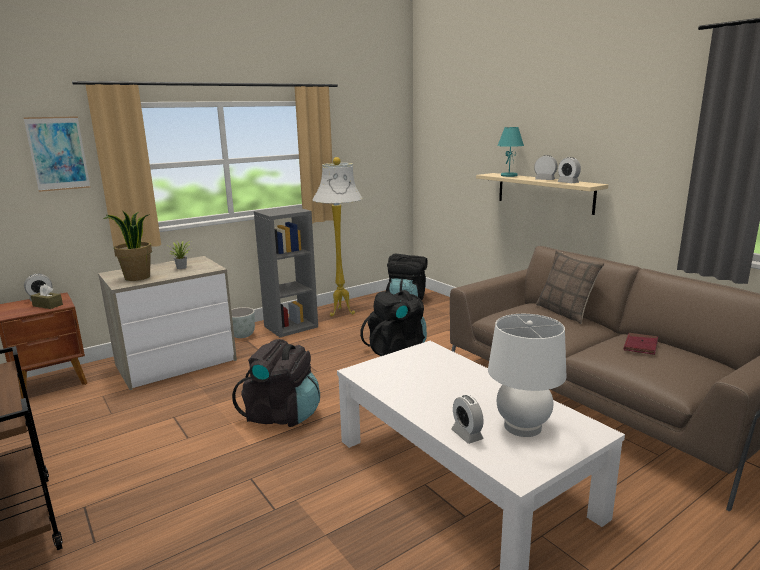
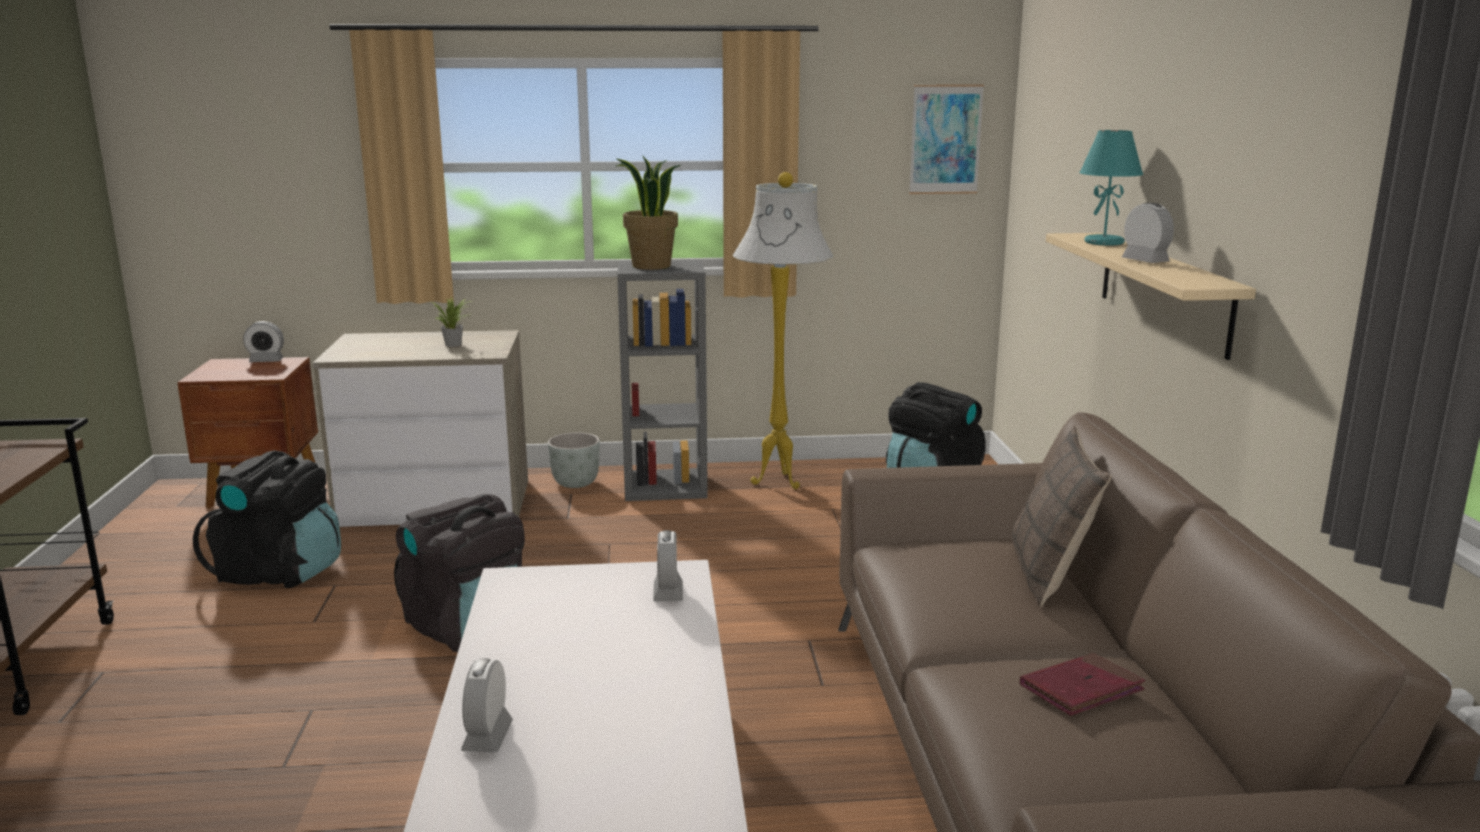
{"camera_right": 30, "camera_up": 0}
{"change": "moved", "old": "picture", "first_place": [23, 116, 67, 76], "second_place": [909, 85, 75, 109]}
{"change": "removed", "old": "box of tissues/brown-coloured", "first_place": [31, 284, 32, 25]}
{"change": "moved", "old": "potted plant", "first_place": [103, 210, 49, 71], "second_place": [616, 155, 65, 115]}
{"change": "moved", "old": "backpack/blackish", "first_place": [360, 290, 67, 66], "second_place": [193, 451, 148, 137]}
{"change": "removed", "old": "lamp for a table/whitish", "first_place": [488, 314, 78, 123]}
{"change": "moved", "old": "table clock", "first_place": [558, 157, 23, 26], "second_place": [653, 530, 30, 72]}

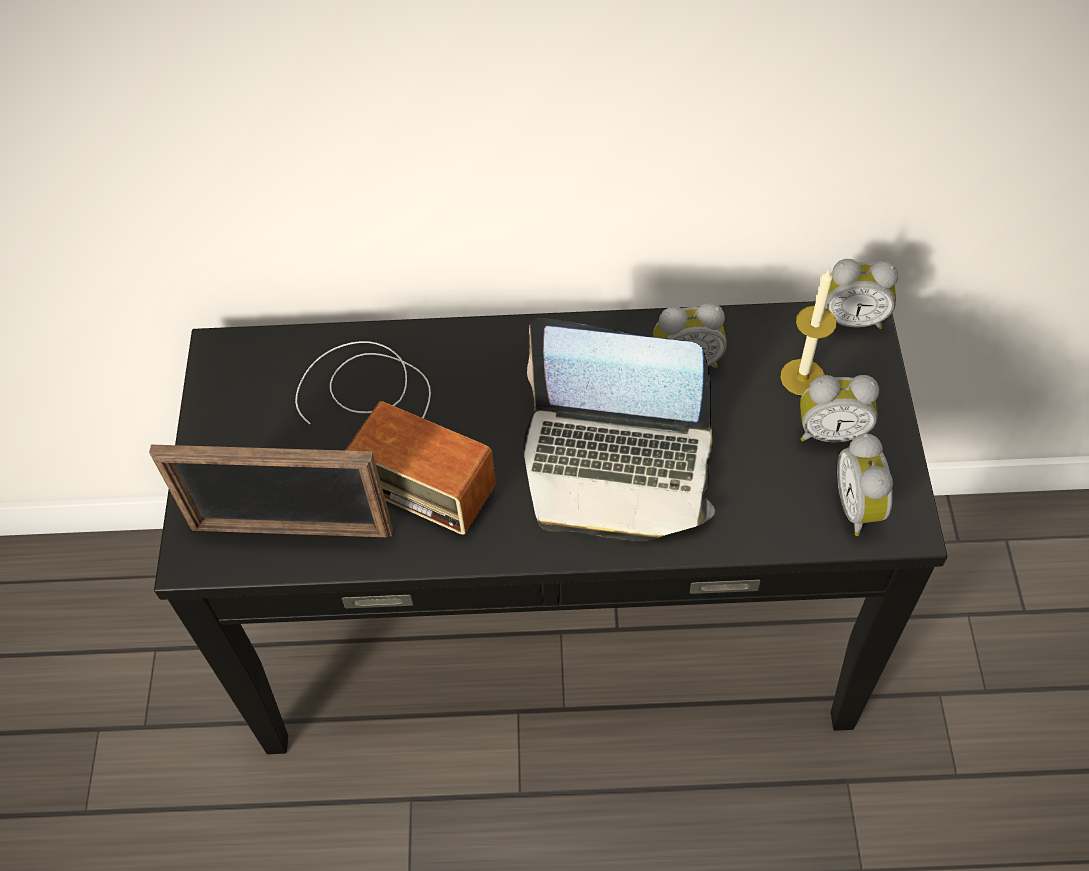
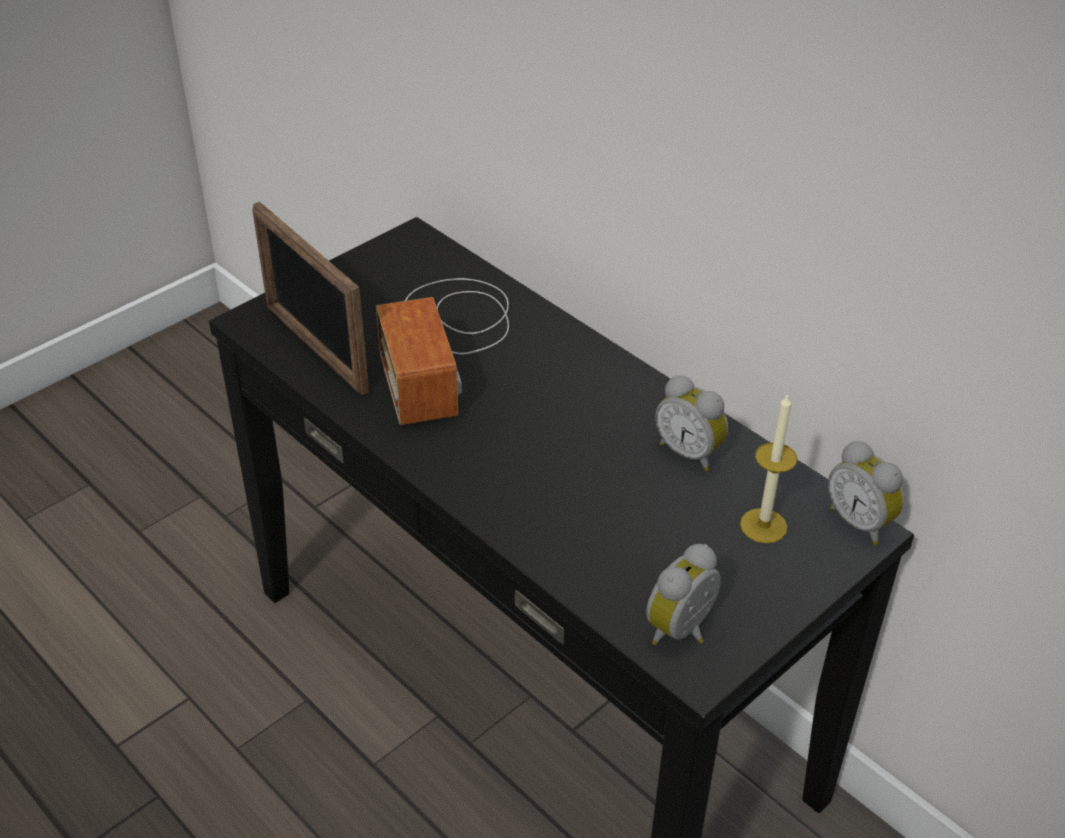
{"camera_right": 45, "camera_up": -15}
{"change": "removed", "old": "portable computer", "first_place": [523, 318, 192, 223]}
{"change": "removed", "old": "table clock", "first_place": [800, 375, 79, 67]}

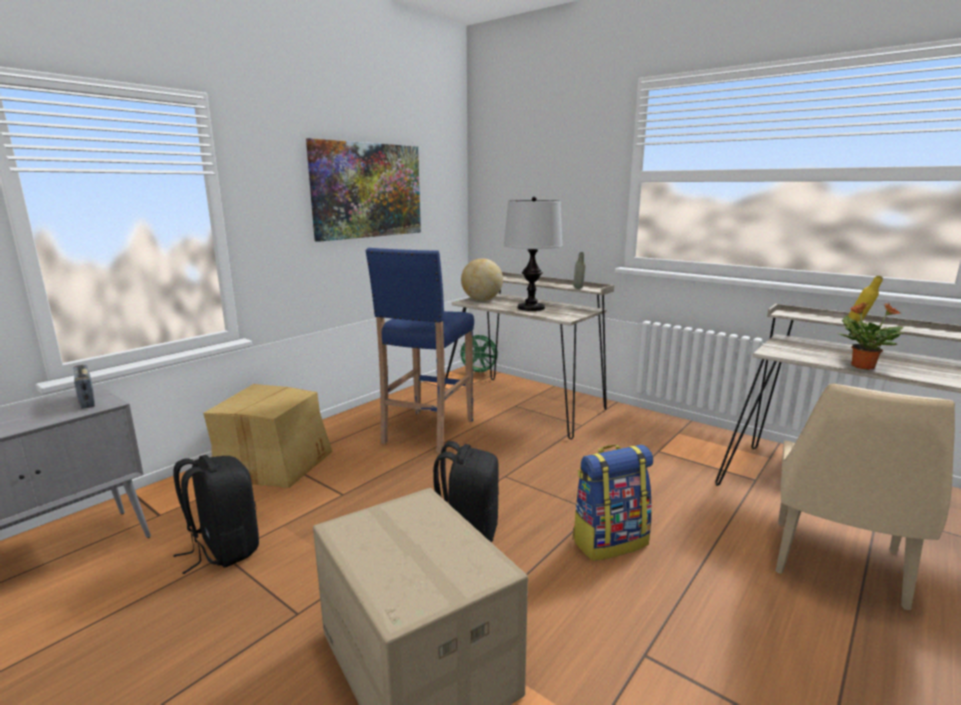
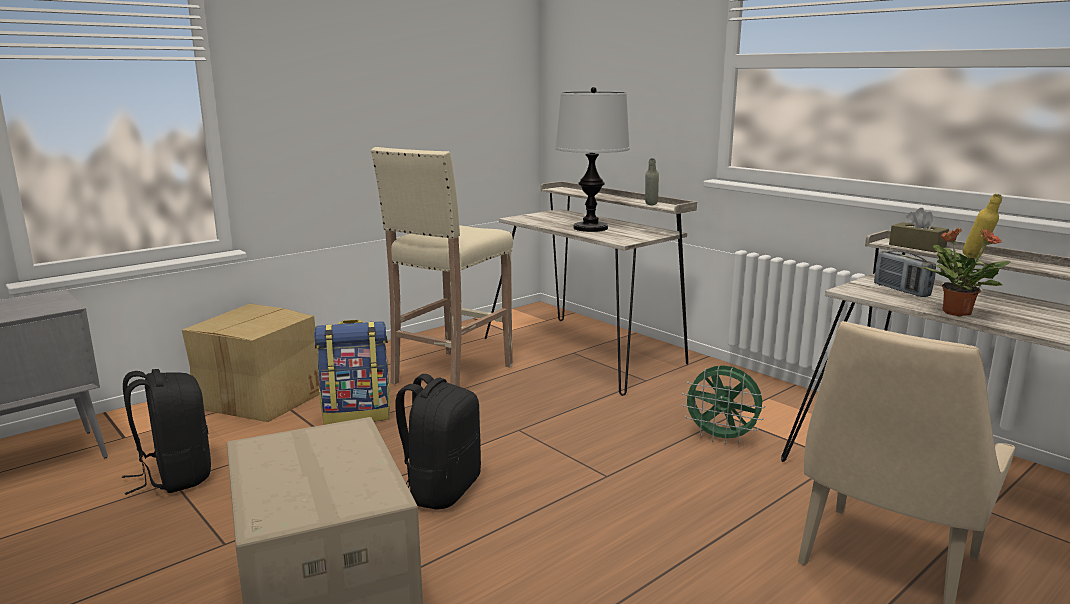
{"camera_right": 10, "camera_up": 0}
{"change": "moved", "old": "radio receiver", "first_place": [74, 365, 21, 43], "second_place": [874, 251, 62, 46]}
{"change": "removed", "old": "picture", "first_place": [306, 138, 115, 104]}
{"change": "recoloured", "old": "stool seat/bluish", "new": "stool seat/sand-coloured", "first_place": [366, 248, 108, 206], "second_place": [371, 147, 142, 239]}
{"change": "moved", "old": "cooling fan/greenish", "first_place": [458, 335, 40, 40], "second_place": [681, 365, 84, 79]}
{"change": "removed", "old": "desk globe", "first_place": [461, 258, 42, 43]}
{"change": "moved", "old": "backpack", "first_place": [572, 444, 81, 117], "second_place": [314, 320, 77, 105]}
{"change": "added", "new": "box of tissues/brown-coloured", "second_place": [889, 208, 60, 45]}

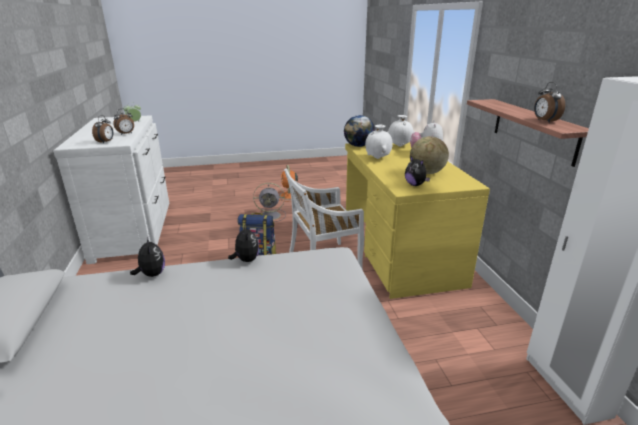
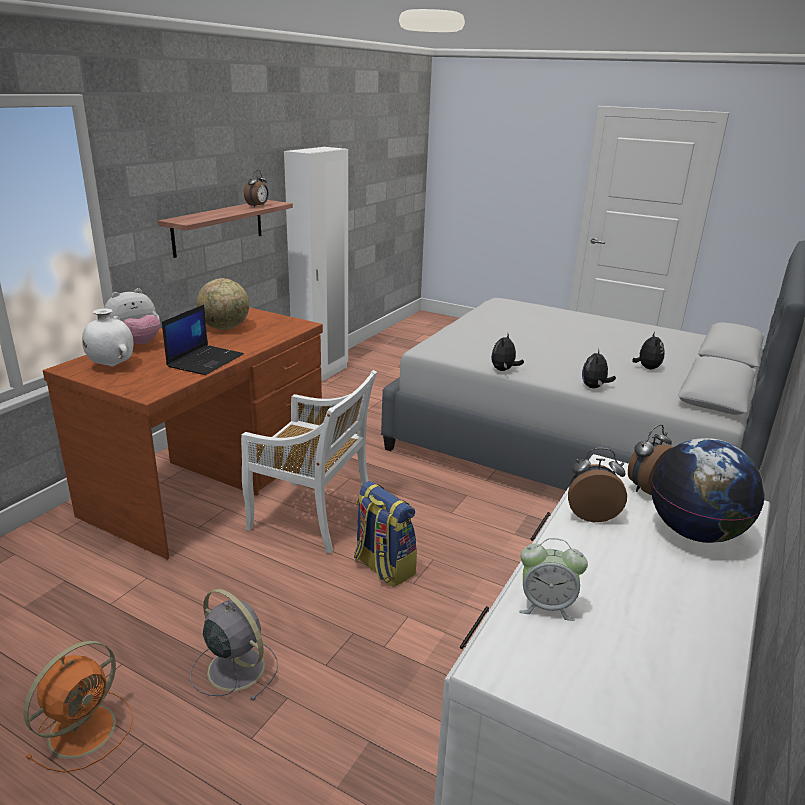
{"camera_right": -140, "camera_up": 0}
{"change": "moved", "old": "desk globe", "first_place": [344, 115, 31, 32], "second_place": [651, 438, 114, 105]}
{"change": "recoloured", "old": "desk/yellow-coloured", "new": "desk/brown-coloured", "first_place": [345, 142, 145, 157], "second_place": [43, 307, 280, 253]}
{"change": "replaced", "old": "decorative vase/whitish", "new": "portable computer", "first_place": [365, 125, 28, 34], "second_place": [162, 305, 82, 70]}
{"change": "moved", "old": "plush toy", "first_place": [405, 155, 25, 31], "second_place": [632, 332, 33, 37]}

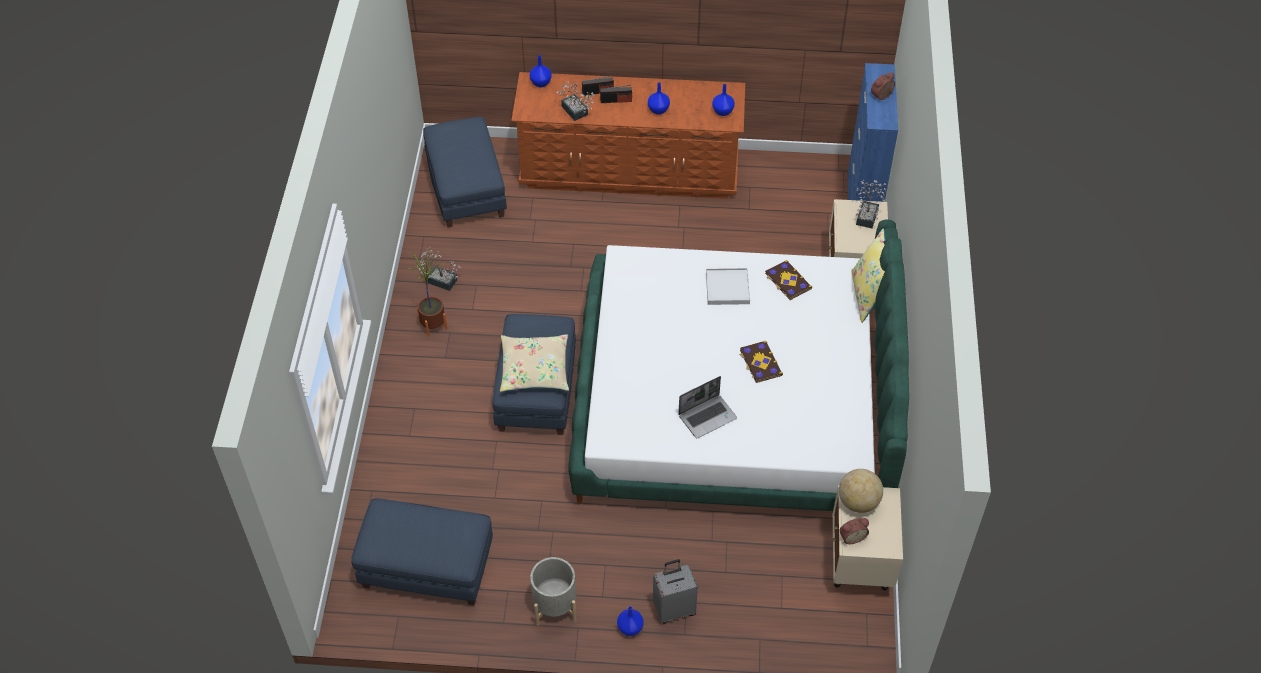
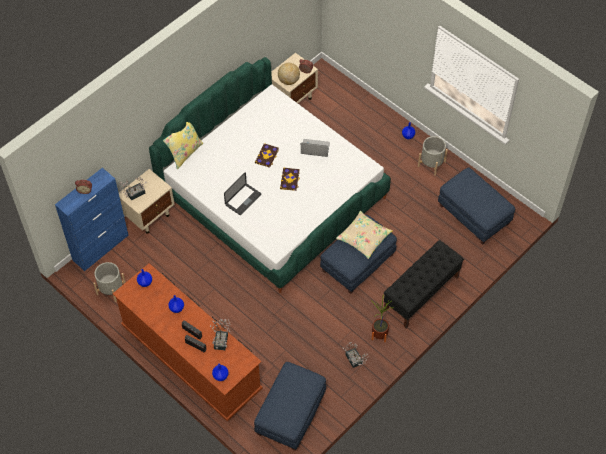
{"camera_right": -140, "camera_up": 5}
{"change": "removed", "old": "suitcase/gray", "first_place": [653, 559, 45, 64]}
{"change": "replaced", "old": "tray/whitish", "new": "portable computer", "first_place": [706, 268, 44, 37], "second_place": [224, 172, 37, 43]}
{"change": "moved", "old": "book", "first_place": [765, 260, 47, 40], "second_place": [280, 168, 20, 23]}
{"change": "added", "new": "flower pot/gray", "second_place": [93, 262, 33, 40]}
{"change": "added", "new": "long seat/blackish", "second_place": [384, 240, 80, 88]}

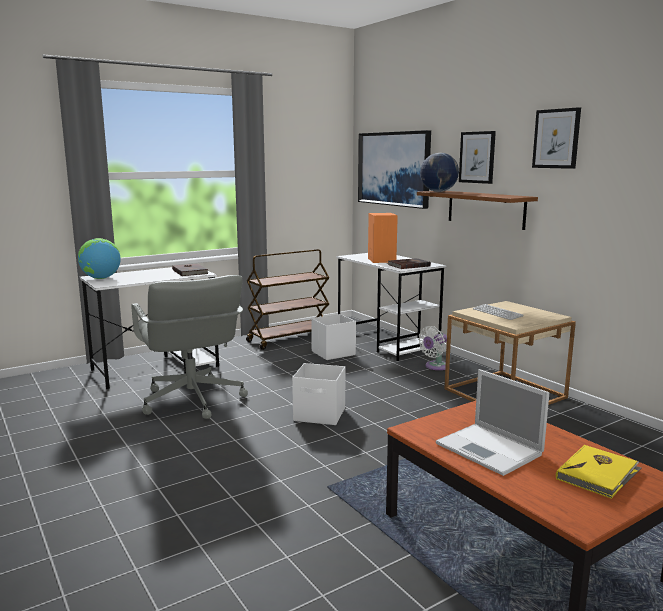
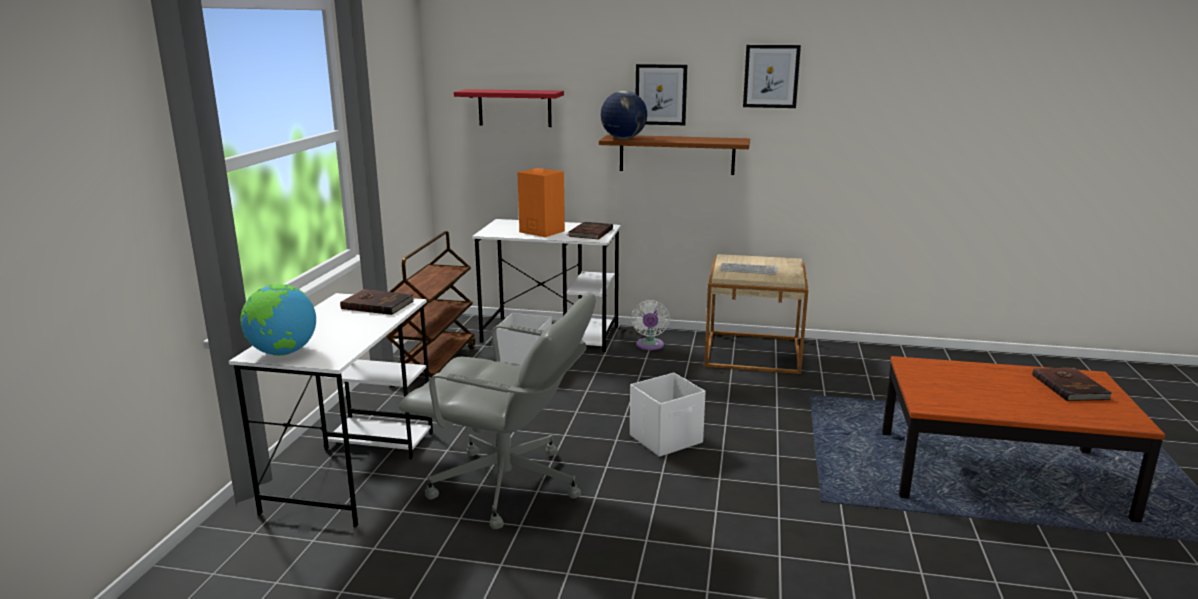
{"camera_right": -45, "camera_up": 5}
{"change": "replaced", "old": "picture", "new": "bracket shelf/red-coloured", "first_place": [358, 130, 73, 79], "second_place": [454, 89, 110, 38]}
{"change": "removed", "old": "portable computer", "first_place": [436, 369, 113, 107]}
{"change": "recoloured", "old": "book/yellow-coloured", "new": "book/brown-coloured", "first_place": [556, 445, 85, 54], "second_place": [1032, 368, 80, 33]}

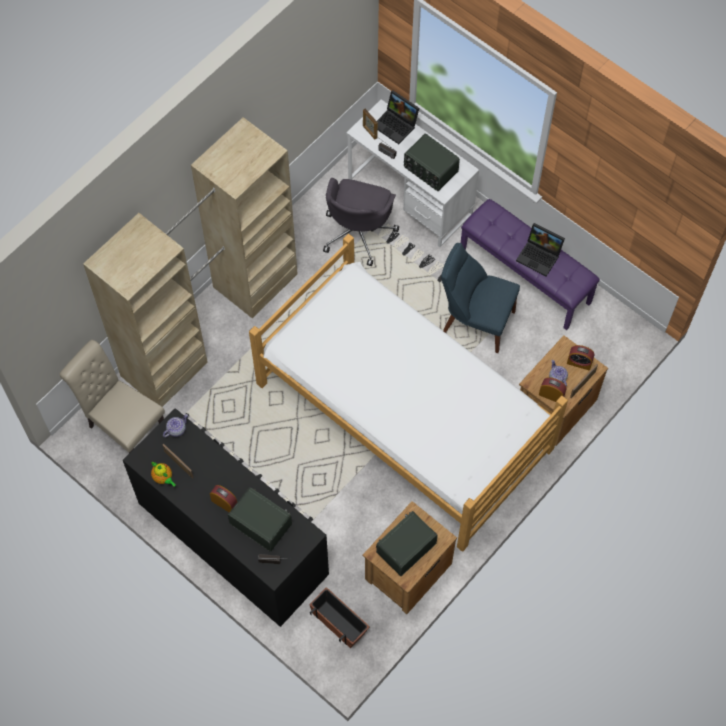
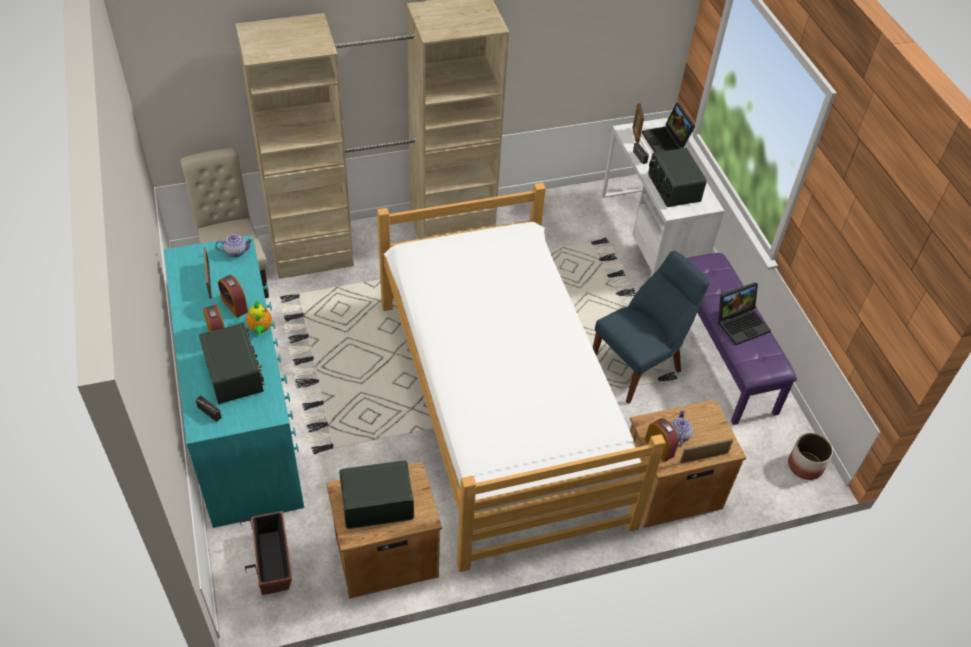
{"camera_right": 30, "camera_up": -15}
{"change": "recoloured", "old": "drawer chest/blackish", "new": "drawer chest/turquoise", "first_place": [123, 408, 206, 219], "second_place": [164, 235, 140, 293]}
{"change": "moved", "old": "pot for tea", "first_place": [151, 462, 25, 25], "second_place": [246, 300, 26, 35]}
{"change": "removed", "old": "desk chair/gray", "first_place": [323, 178, 76, 88]}
{"change": "turned", "old": "plain chair/bluish", "first_place": [441, 243, 79, 110], "second_place": [593, 251, 117, 153], "degrees": 90}
{"change": "turned", "old": "portable computer", "first_place": [516, 223, 49, 53], "second_place": [718, 282, 53, 63], "degrees": -90}
{"change": "moved", "old": "table clock", "first_place": [567, 345, 27, 25], "second_place": [218, 275, 30, 43]}
{"change": "added", "new": "flower pot", "second_place": [788, 433, 45, 47]}

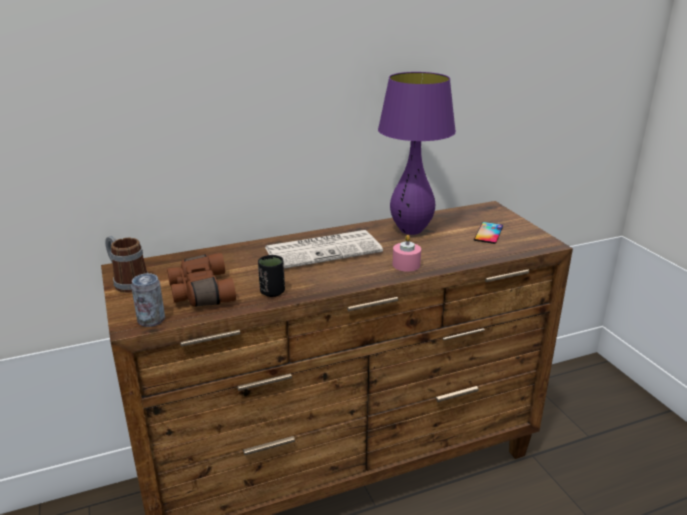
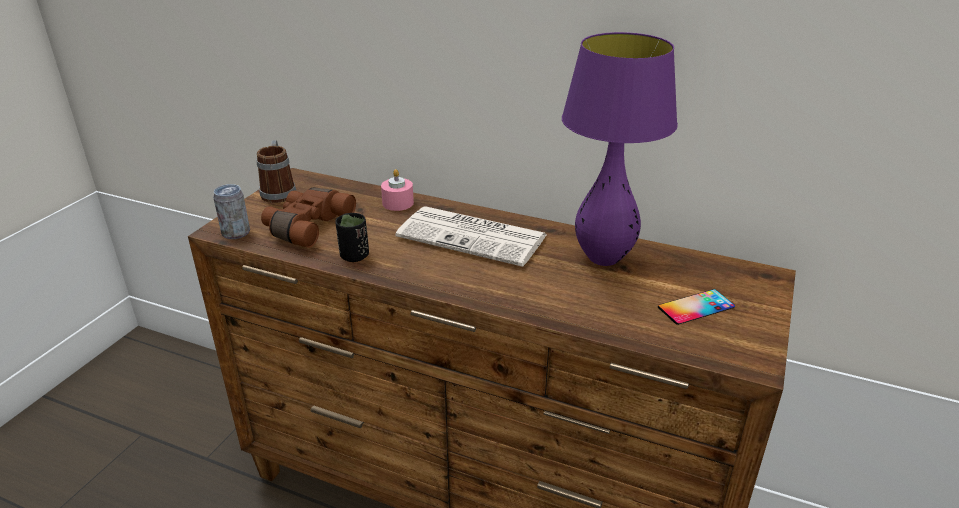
{"camera_right": 45, "camera_up": 5}
{"change": "moved", "old": "candle/pink", "first_place": [392, 235, 29, 37], "second_place": [381, 169, 33, 42]}

